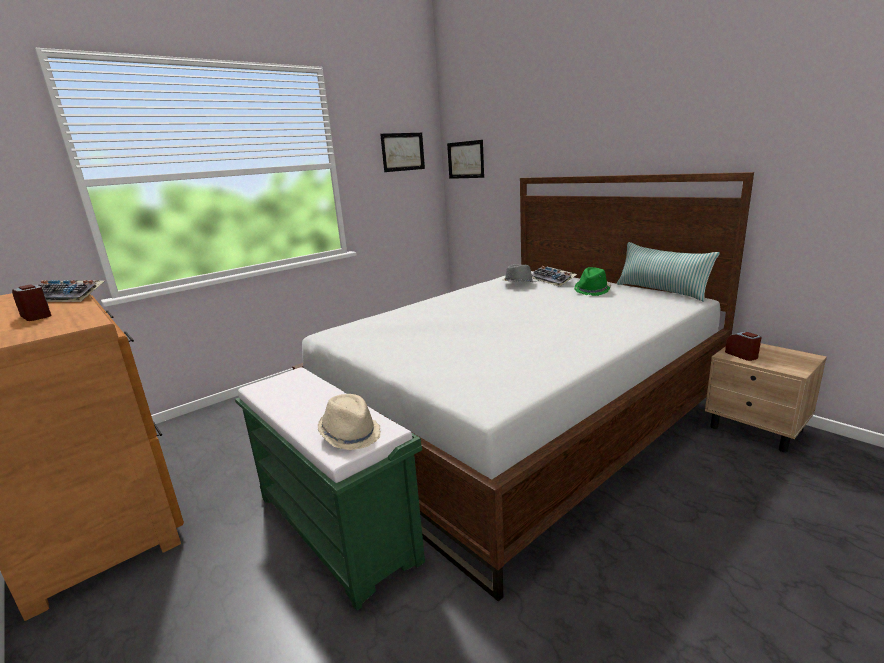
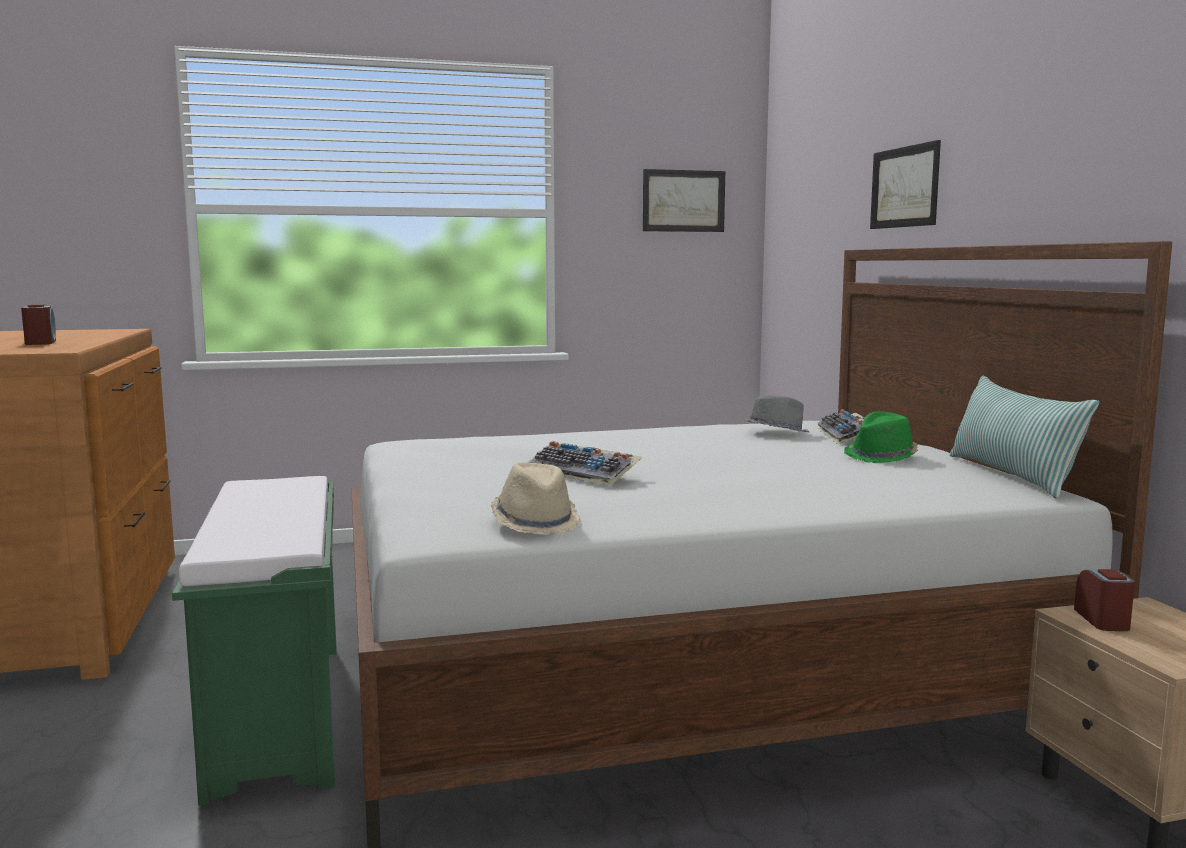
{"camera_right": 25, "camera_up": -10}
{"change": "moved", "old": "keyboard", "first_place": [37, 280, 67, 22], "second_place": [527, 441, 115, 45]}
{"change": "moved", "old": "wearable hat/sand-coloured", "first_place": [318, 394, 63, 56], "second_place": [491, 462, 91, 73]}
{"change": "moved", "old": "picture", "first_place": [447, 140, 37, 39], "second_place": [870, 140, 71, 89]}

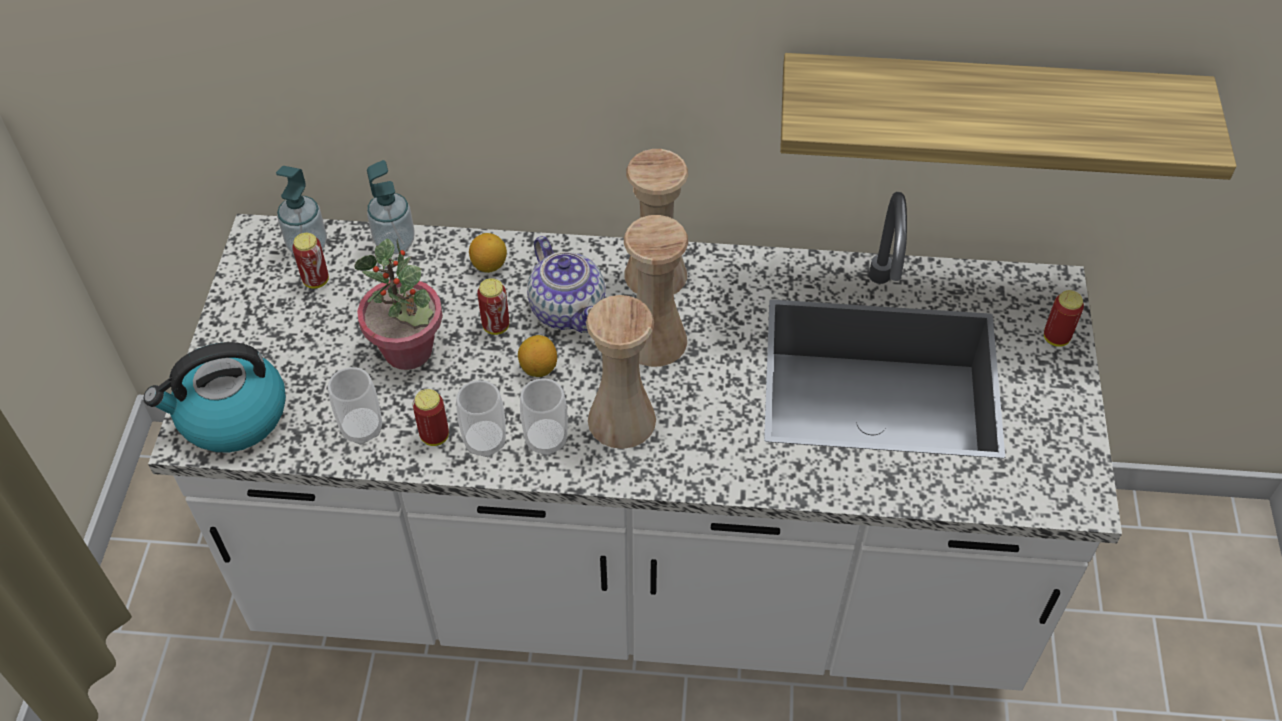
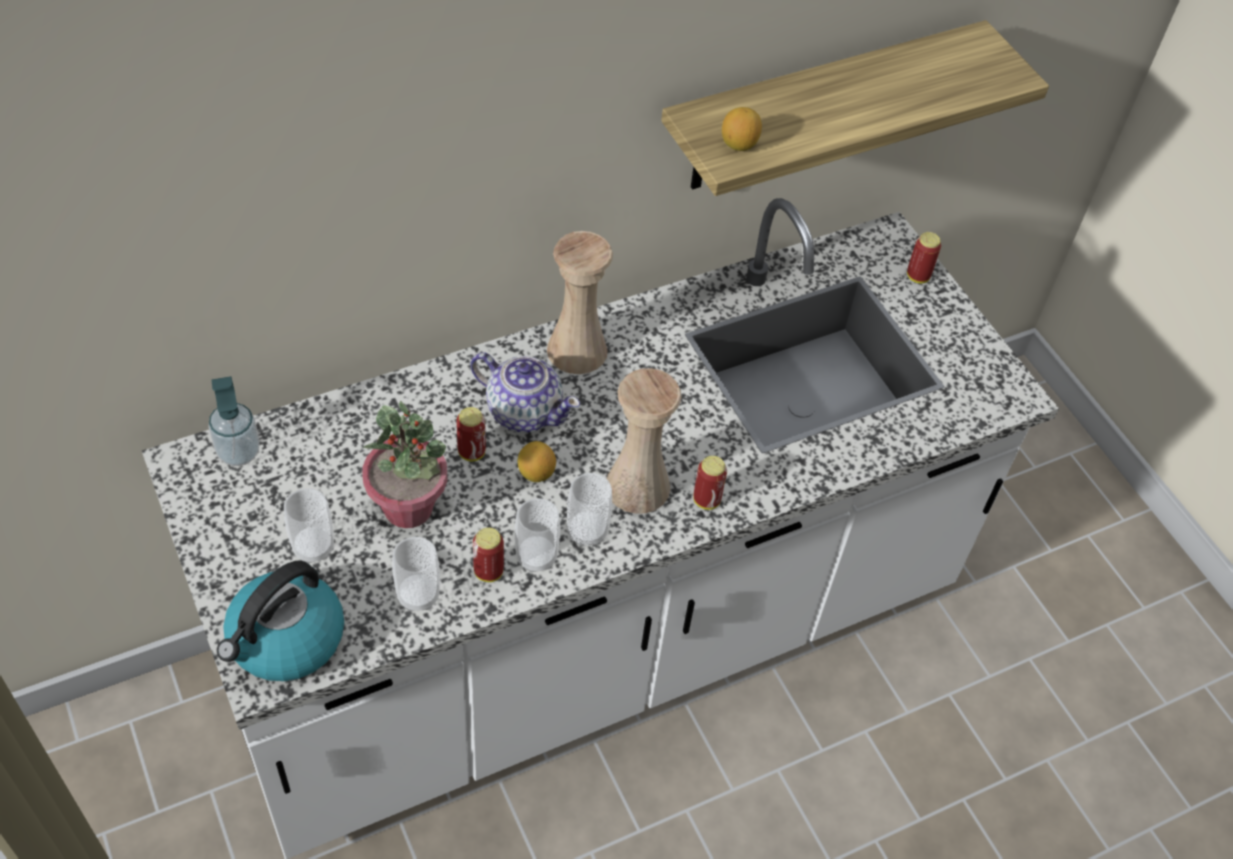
{"camera_right": -35, "camera_up": 0}
{"change": "moved", "old": "can", "first_place": [292, 233, 37, 56], "second_place": [693, 456, 34, 54]}
{"change": "removed", "old": "soap bottle", "first_place": [367, 160, 47, 94]}
{"change": "moved", "old": "citrus fruit", "first_place": [469, 233, 38, 40], "second_place": [722, 107, 40, 44]}
{"change": "removed", "old": "decorative vase/sand-coloured", "first_place": [624, 215, 64, 152]}
{"change": "added", "new": "cup", "second_place": [284, 488, 50, 76]}

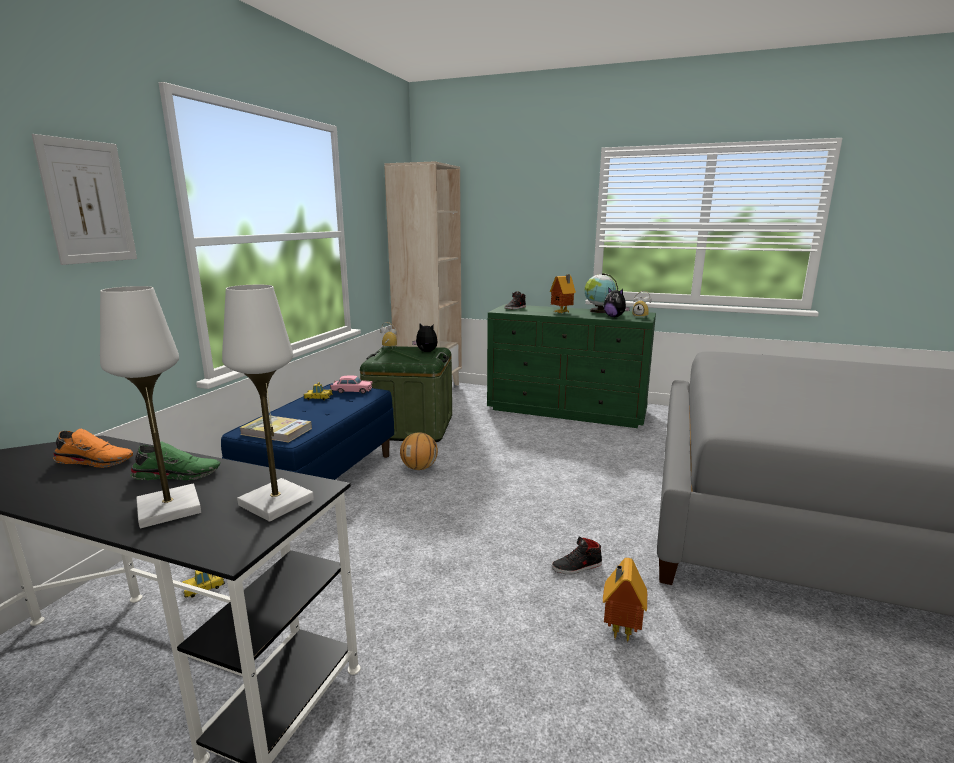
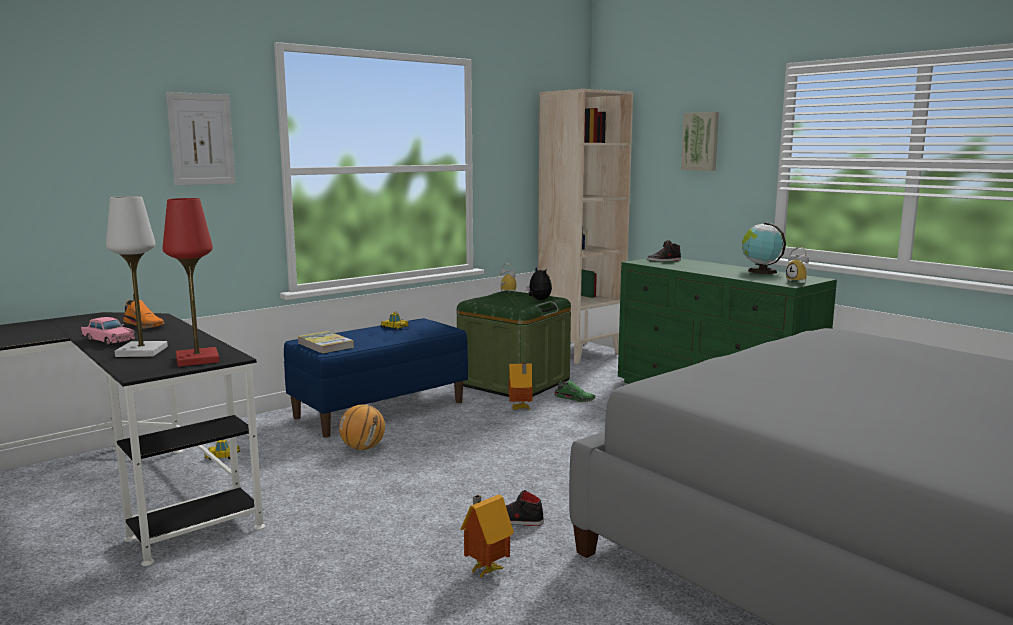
{"camera_right": 30, "camera_up": -5}
{"change": "moved", "old": "shoe/greenish", "first_place": [130, 441, 91, 39], "second_place": [554, 380, 42, 22]}
{"change": "recoloured", "old": "lamp for a table/whitish", "new": "lamp for a table/red-coloured", "first_place": [222, 285, 92, 237], "second_place": [163, 198, 57, 169]}
{"change": "moved", "old": "toy car/pink", "first_place": [330, 375, 43, 19], "second_place": [81, 317, 54, 29]}
{"change": "moved", "old": "basketball", "first_place": [400, 432, 38, 38], "second_place": [339, 405, 46, 45]}
{"change": "moved", "old": "miniature house", "first_place": [550, 274, 26, 39], "second_place": [509, 363, 24, 47]}
{"change": "removed", "old": "plush toy", "first_place": [604, 287, 26, 30]}
{"change": "added", "new": "picture", "second_place": [681, 112, 38, 59]}

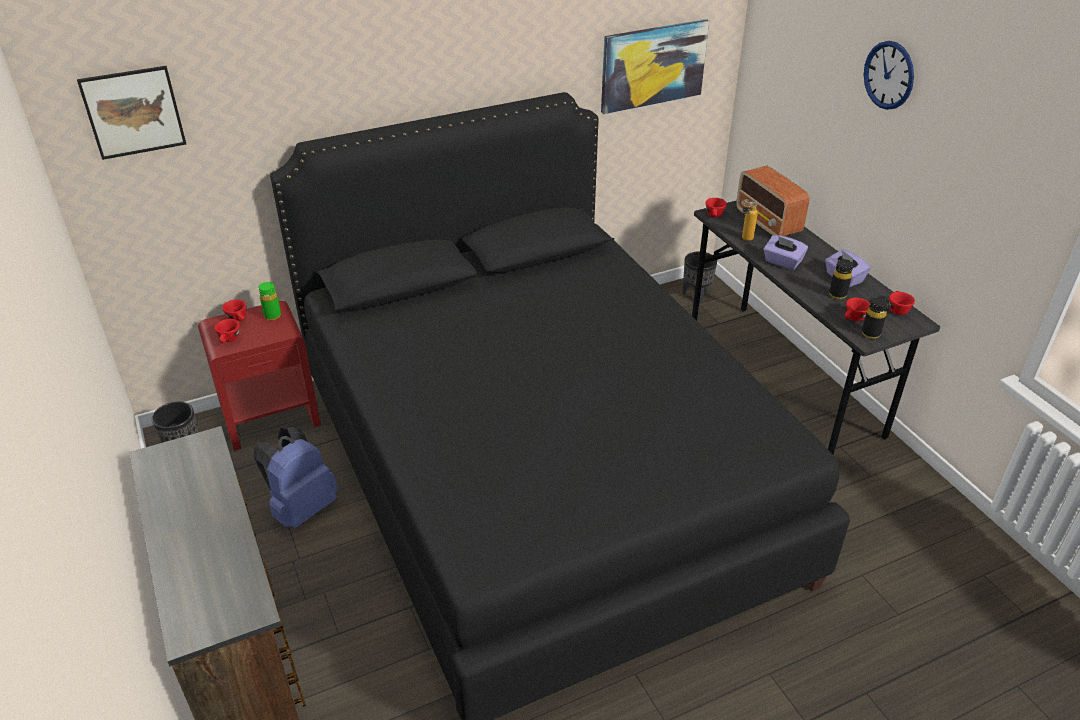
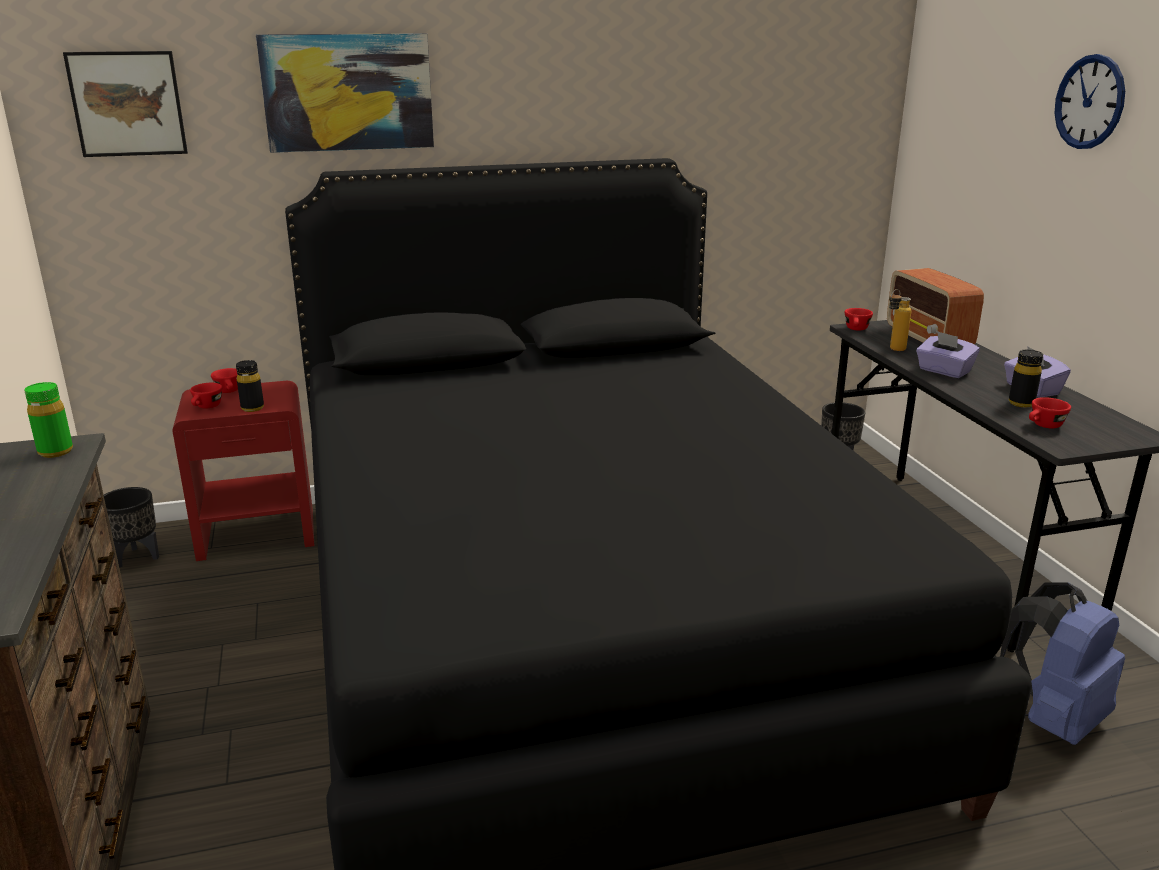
{"camera_right": 10, "camera_up": -15}
{"change": "moved", "old": "backpack/bluish", "first_place": [254, 427, 84, 101], "second_place": [1000, 582, 125, 163]}
{"change": "moved", "old": "drink bottle/greenish", "first_place": [259, 282, 22, 38], "second_place": [24, 382, 49, 76]}
{"change": "moved", "old": "picture", "first_place": [601, 19, 108, 95], "second_place": [256, 33, 178, 120]}
{"change": "moved", "old": "drink bottle/blackish", "first_place": [862, 297, 26, 42], "second_place": [236, 360, 28, 52]}
{"change": "removed", "old": "cup/red-coloured", "first_place": [889, 291, 26, 24]}

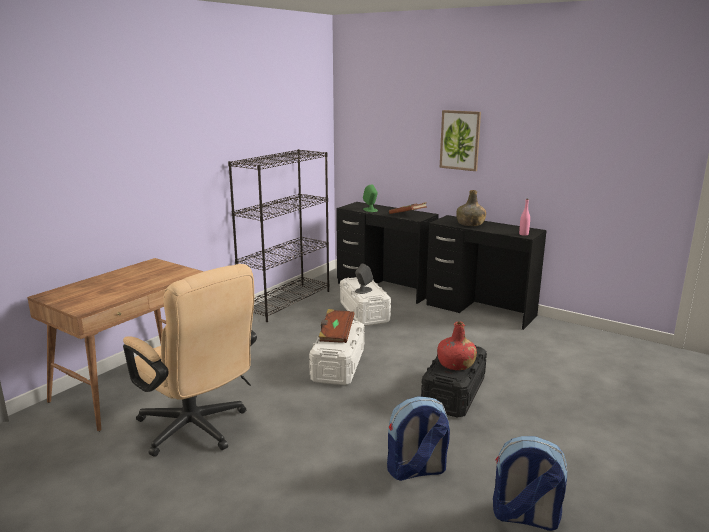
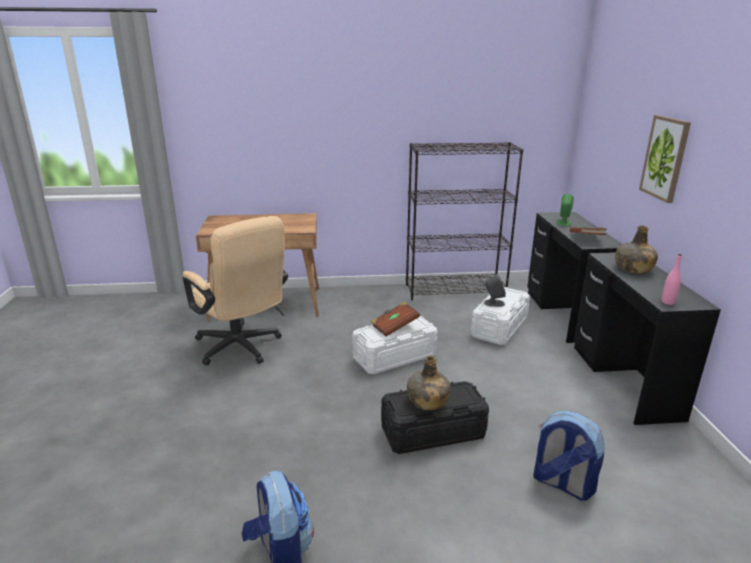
{"camera_right": 50, "camera_up": 5}
{"change": "turned", "old": "desk chair/sand-coloured", "first_place": [123, 264, 134, 192], "second_place": [183, 216, 105, 149], "degrees": -45}
{"change": "moved", "old": "backpack", "first_place": [387, 396, 63, 85], "second_place": [533, 411, 72, 90]}
{"change": "recoloured", "old": "drink bottle/red-coloured", "new": "drink bottle/greenish", "first_place": [437, 321, 40, 49], "second_place": [407, 356, 44, 55]}

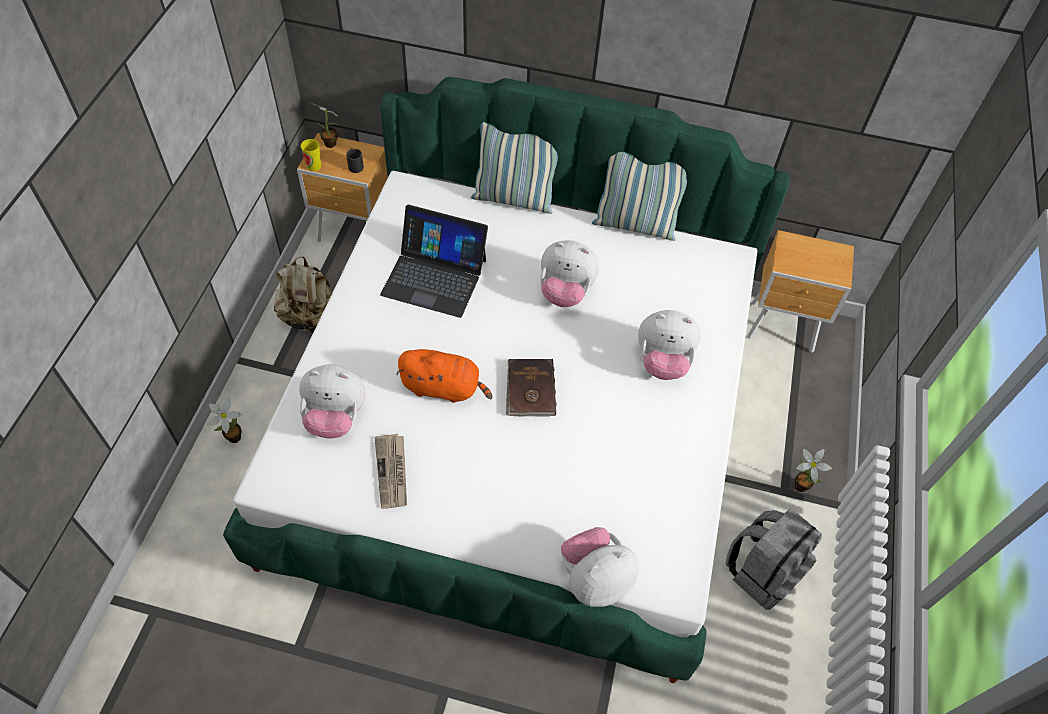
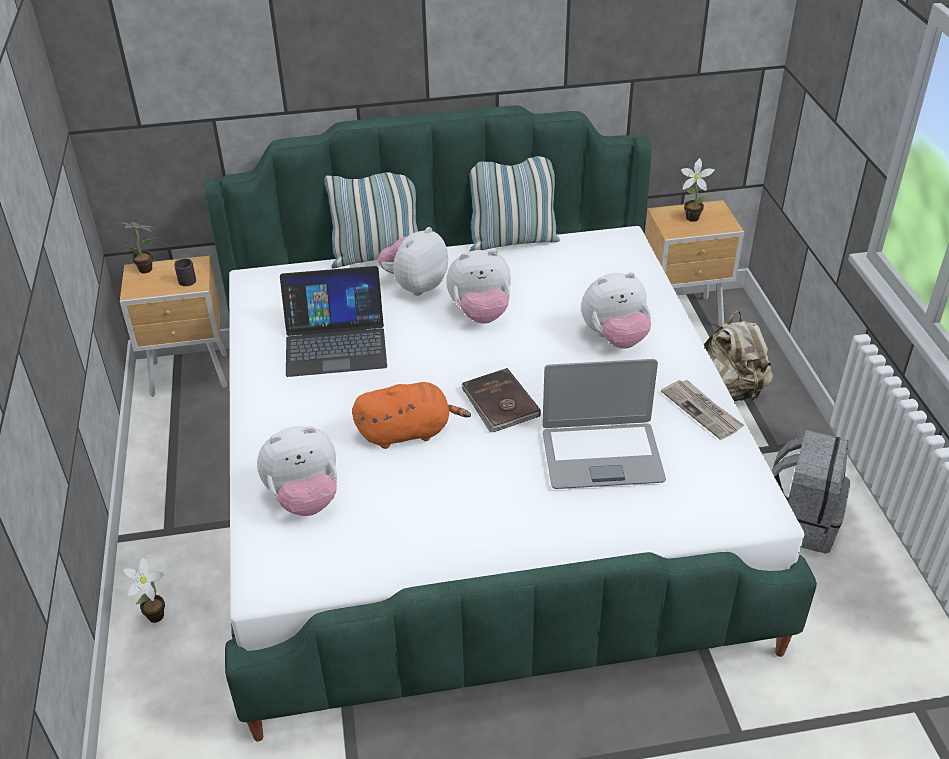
{"camera_right": -20, "camera_up": -15}
{"change": "moved", "old": "backpack/sand-coloured", "first_place": [274, 256, 58, 79], "second_place": [704, 311, 69, 91]}
{"change": "removed", "old": "cup", "first_place": [301, 139, 20, 32]}
{"change": "moved", "old": "daily paper", "first_place": [375, 434, 32, 75], "second_place": [661, 380, 83, 60]}
{"change": "moved", "old": "plush toy", "first_place": [561, 527, 78, 80], "second_place": [378, 227, 70, 69]}
{"change": "moved", "old": "potted plant", "first_place": [795, 449, 37, 43], "second_place": [681, 158, 34, 64]}
{"change": "added", "new": "portable computer", "second_place": [542, 359, 124, 130]}

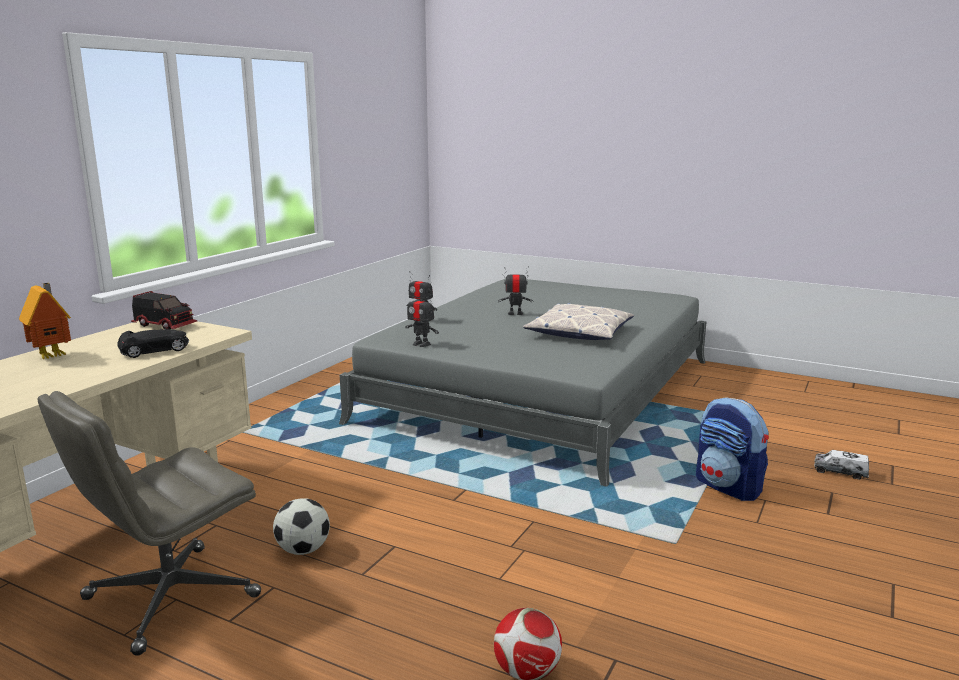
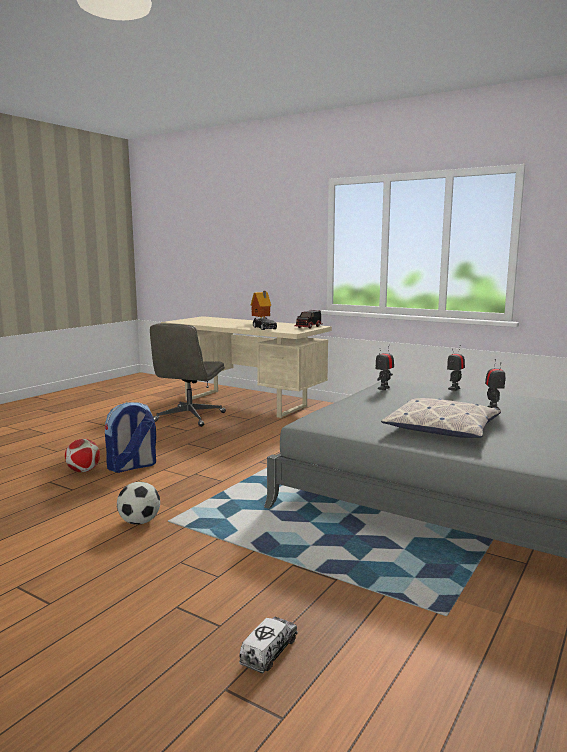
{"camera_right": 95, "camera_up": -5}
{"change": "turned", "old": "desk chair/gray", "first_place": [37, 391, 224, 265], "second_place": [150, 323, 76, 104], "degrees": -120}
{"change": "moved", "old": "football", "first_place": [273, 498, 57, 57], "second_place": [117, 482, 43, 43]}
{"change": "moved", "old": "backpack", "first_place": [696, 397, 73, 104], "second_place": [105, 402, 51, 71]}

